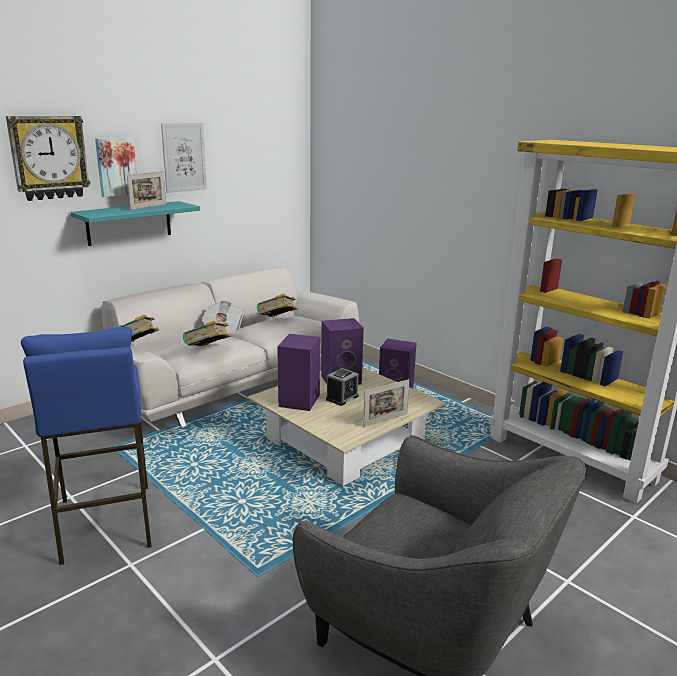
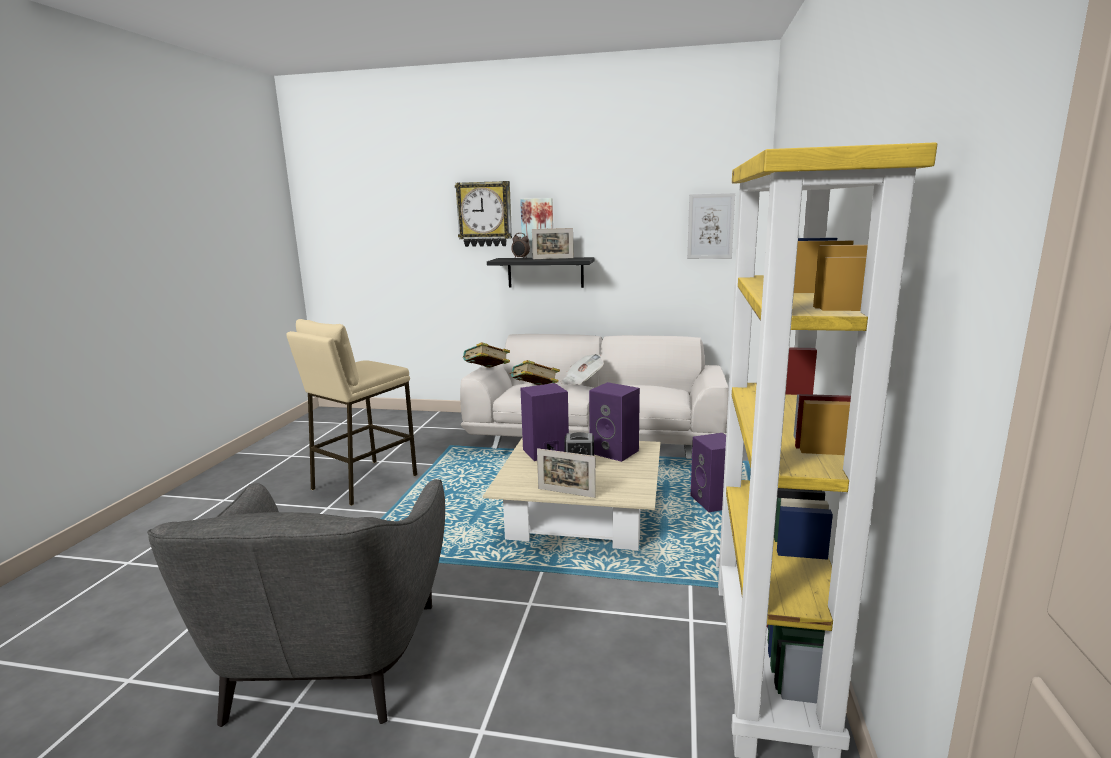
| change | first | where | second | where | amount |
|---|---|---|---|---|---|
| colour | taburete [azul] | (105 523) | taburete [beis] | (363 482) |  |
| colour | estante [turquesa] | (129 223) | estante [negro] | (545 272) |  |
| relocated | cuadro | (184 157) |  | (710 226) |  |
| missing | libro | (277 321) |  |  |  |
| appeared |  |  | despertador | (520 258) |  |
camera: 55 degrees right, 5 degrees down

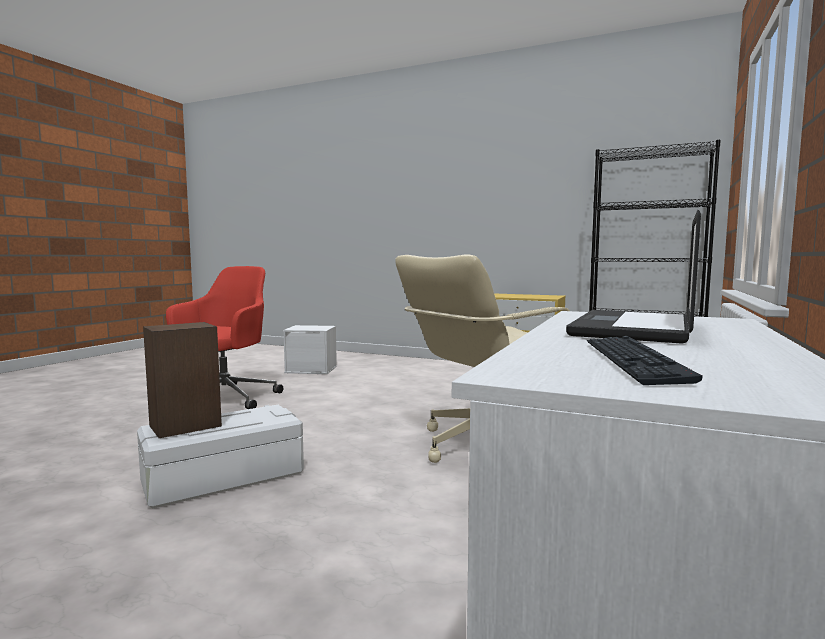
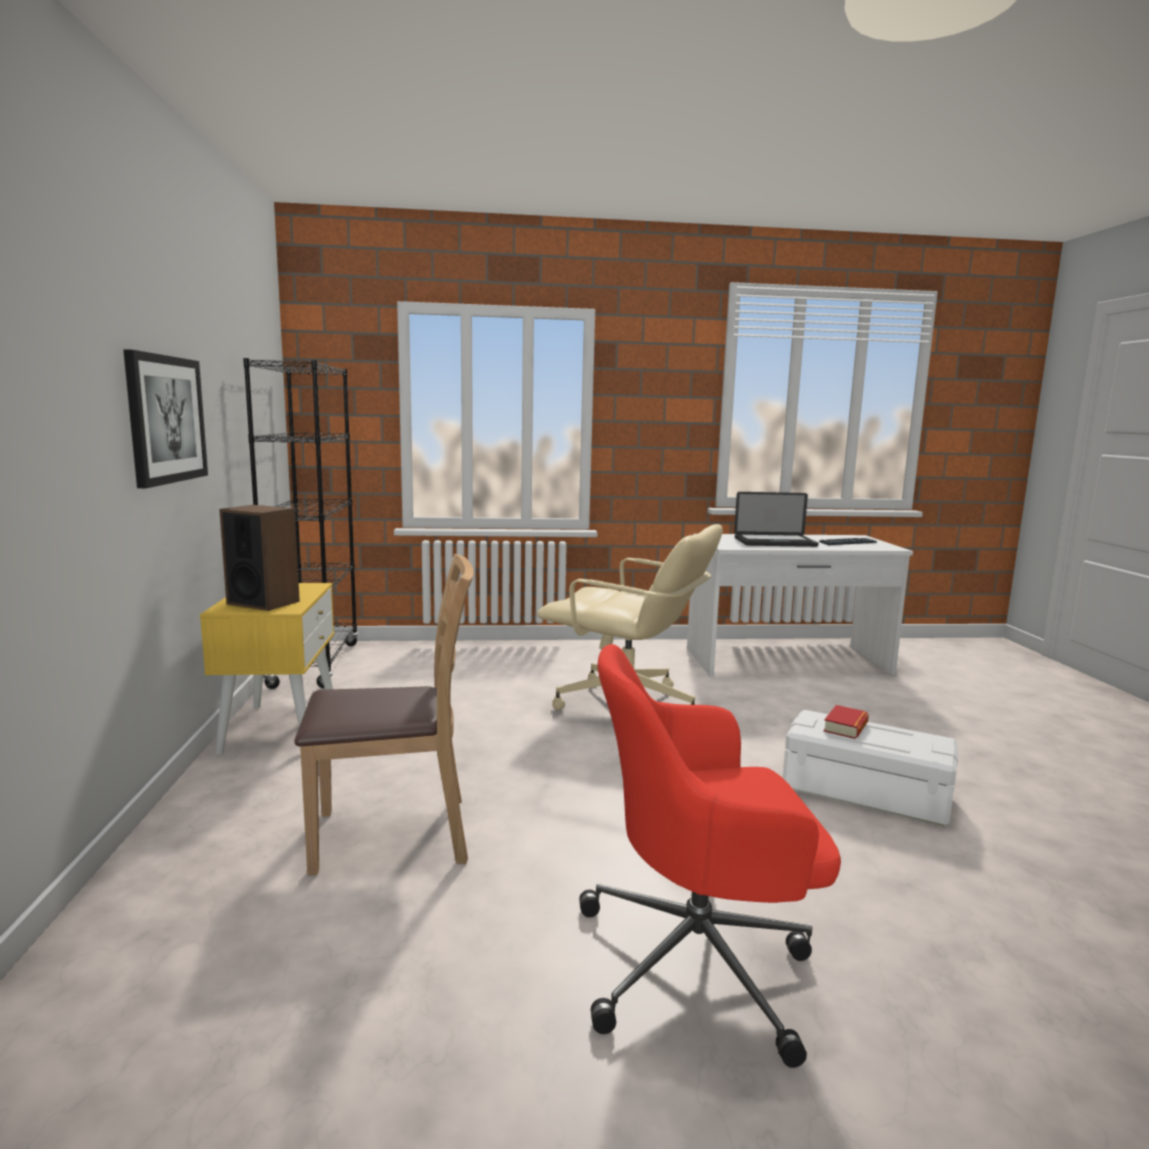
| change | first | where | second | where | amount |
|---|---|---|---|---|---|
| relocated | altavoz | (185 426) |  | (263 602) |  |
| missing | caja de almacenaje [blanco] | (312 369) |  |  |  |
| appeared |  |  | cuadro | (166 419) |  |
| appeared |  |  | silla [marrón] | (394 835) |  |
| appeared |  |  | libro | (845 727) |  |
camera: 120 degrees left, 5 degrees up

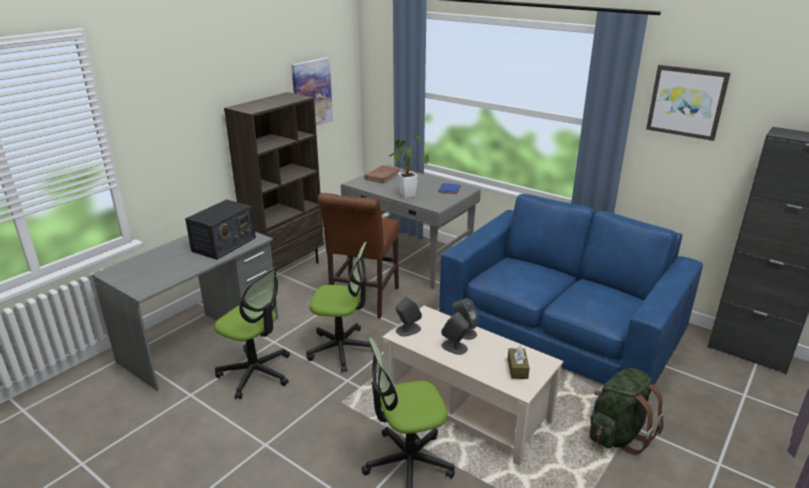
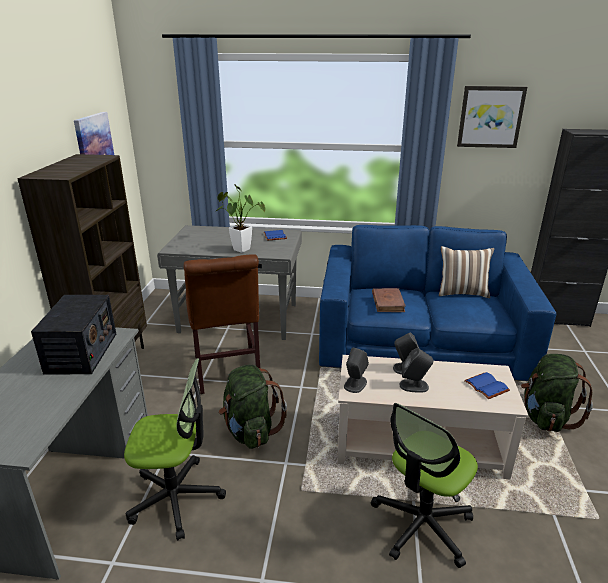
| change | first | where | second | where | amount |
|---|---|---|---|---|---|
| exchanged | silla de oficina | (342 349) | mochila [verde] | (250 431) |  |
| relocated | libro [marrón] | (382 176) |  | (388 302) |  |
| exchanged | caja de pañuelos [marrón] | (517 368) | libro [azul] | (485 386) |  |
| appeared |  |  | cojín | (462 293) |  |
camera: 30 degrees left, 0 degrees up

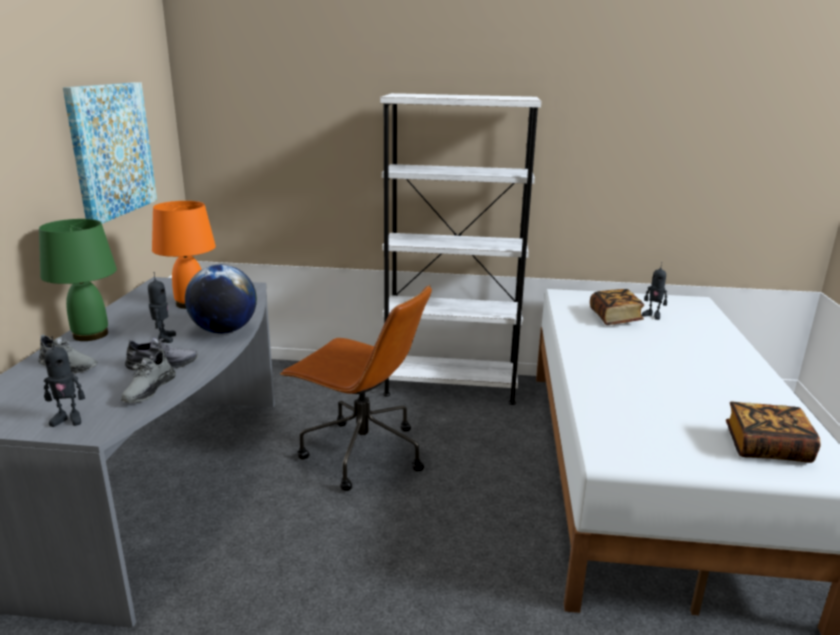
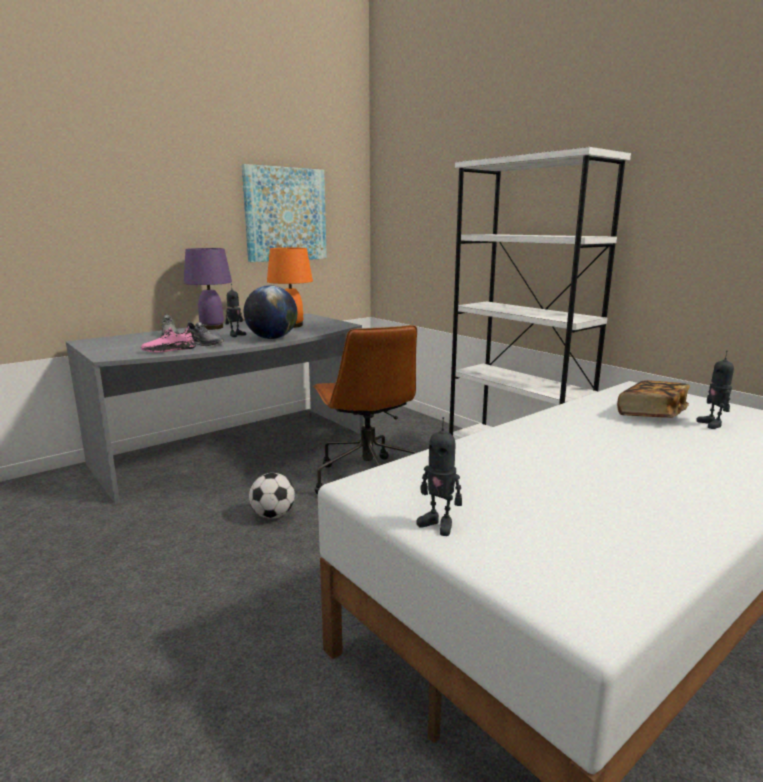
| change | first | where | second | where | amount |
|---|---|---|---|---|---|
| colour | lámpara de mesa [verde] | (91 334) | lámpara de mesa [morado] | (212 327) |  |
| relocated | robot de juguete | (68 419) |  | (438 524) |  |
| colour | zapato [gris] | (148 389) | zapato [rosa] | (169 350) |  |
| missing | libro | (766 447) |  |  |  |
| appeared |  |  | balón de fútbol | (273 515) |  |
camera: 45 degrees right, 5 degrees down

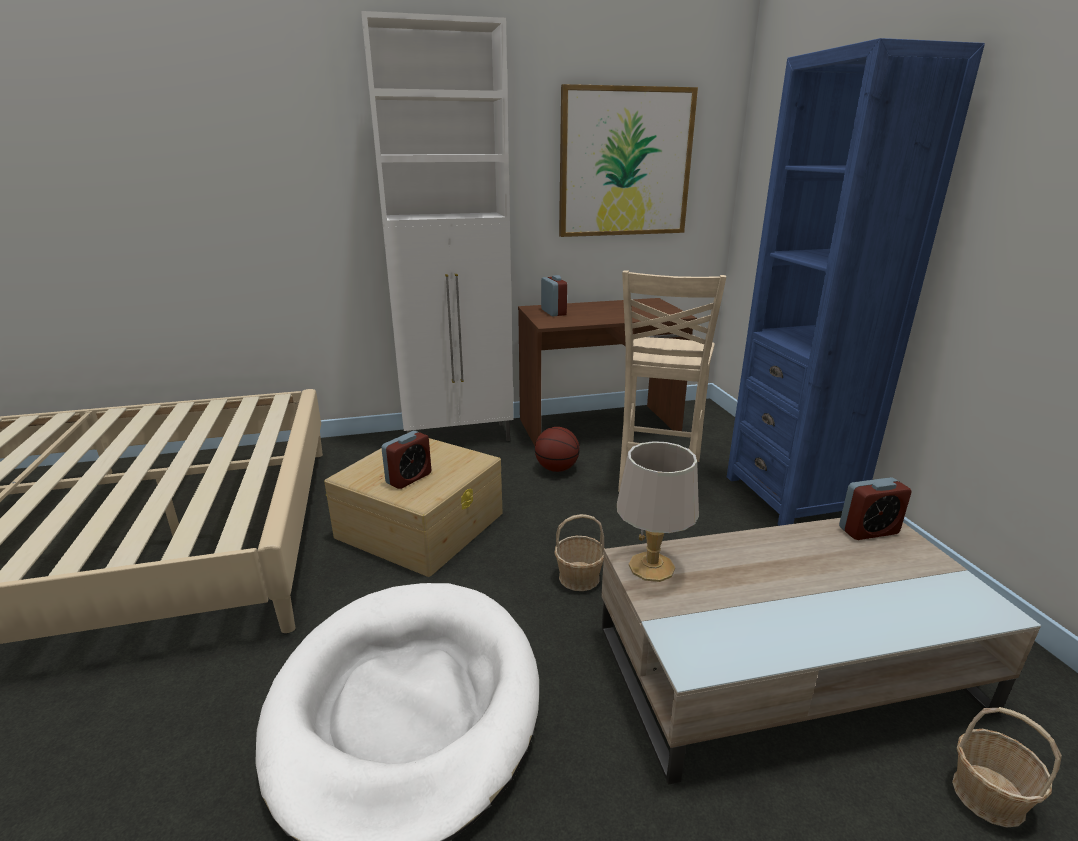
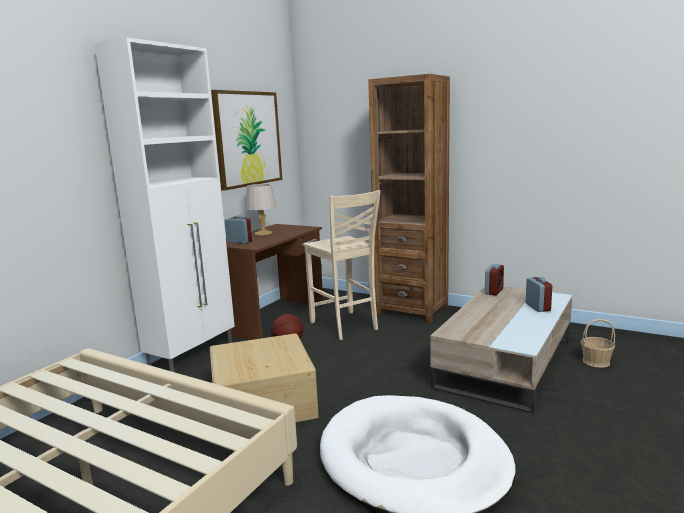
| change | first | where | second | where | amount |
|---|---|---|---|---|---|
| relocated | despertador | (409 478) |  | (537 307) |  |
| missing | cesta | (579 577) |  |  |  |
| relocated | lámpara de mesa [gris] | (652 567) |  | (263 233) |  |
| colour | estantería [azul] | (791 496) | estantería [marrón] | (412 310) |  |
camera: 45 degrees left, 10 degrees down

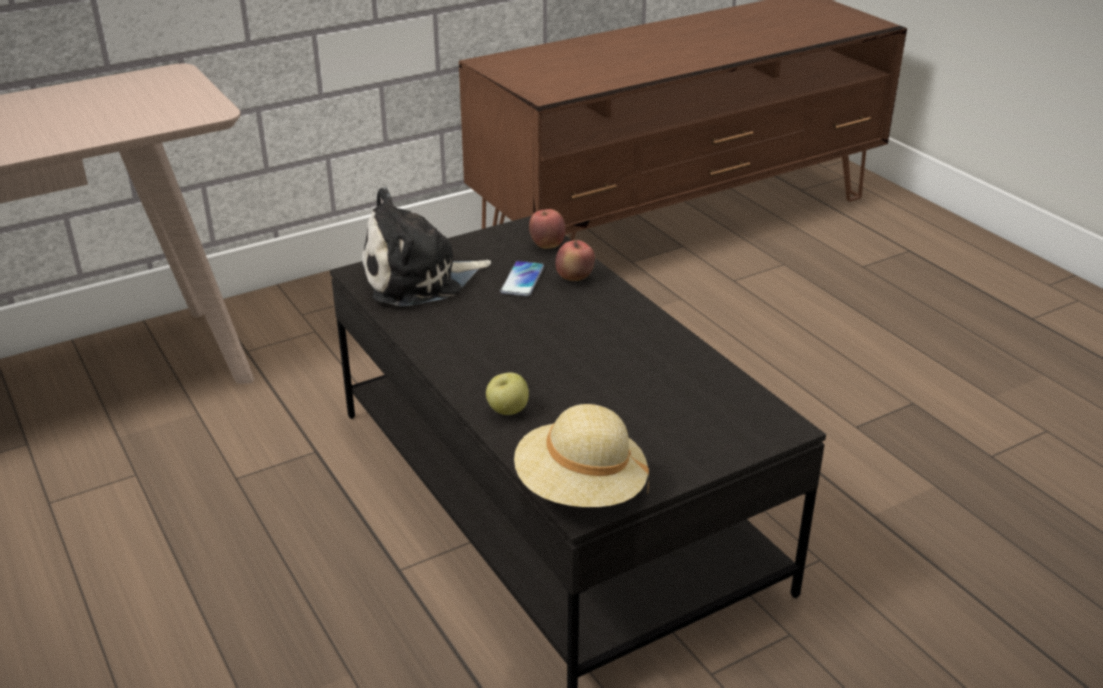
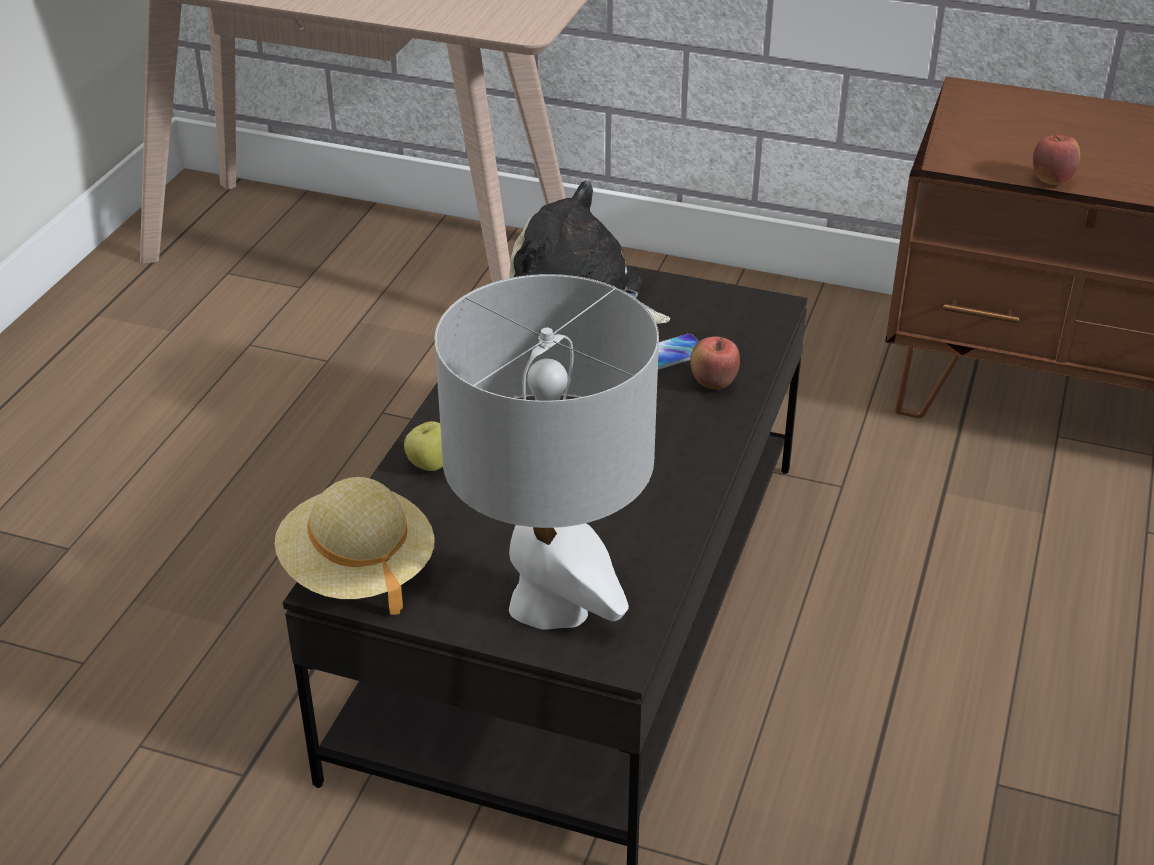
| change | first | where | second | where | amount |
|---|---|---|---|---|---|
| relocated | manzana | (547 245) |  | (1052 181) |  |
| appeared |  |  | lámpara de mesa [gris] | (550 604) |  |
camera: 50 degrees right, 5 degrees up

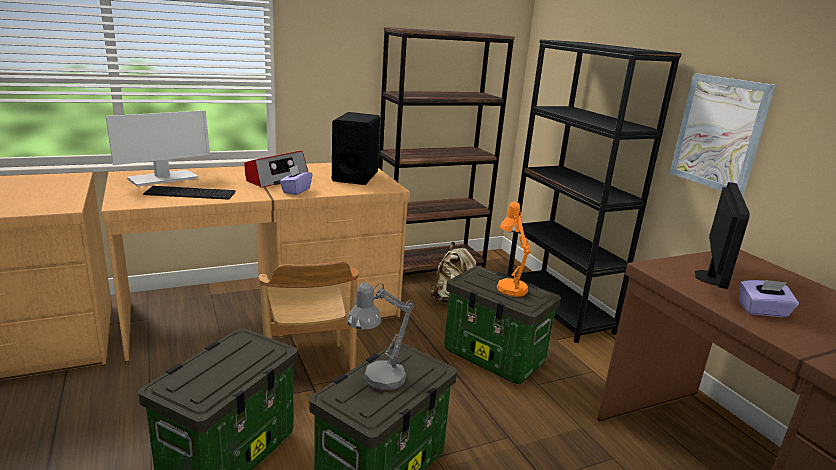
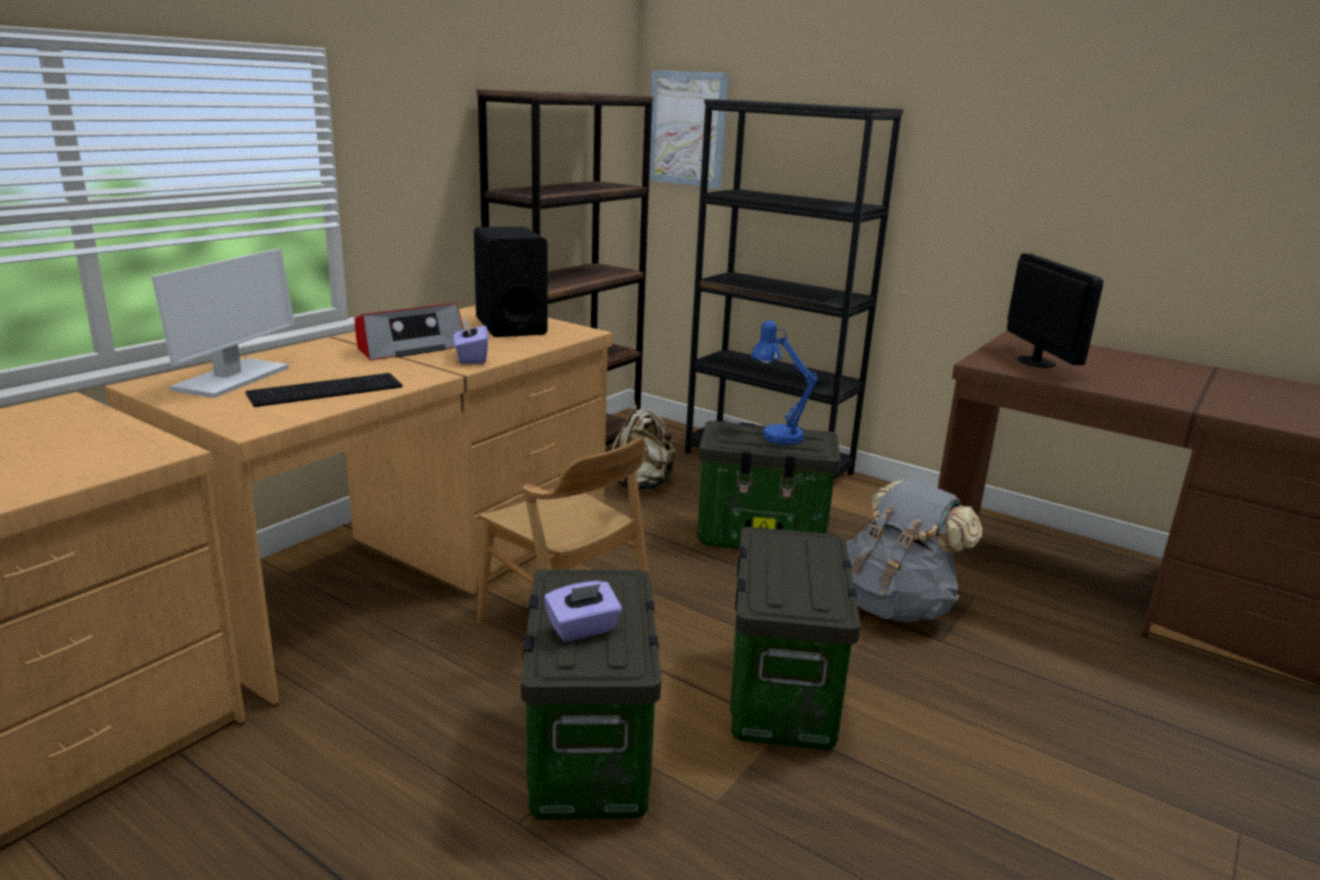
| change | first | where | second | where | amount |
|---|---|---|---|---|---|
| spun | radio | (276 179) |  | (410 348) | 45 degrees clockwise |
| missing | lámpara de mesa [gris] | (378 381) |  |  |  |
| colour | lámpara de mesa [naranja] | (509 286) | lámpara de mesa [azul] | (775 434) |  |
| relocated | cuadro | (718 133) |  | (687 128) |  |
| relocated | caja de pañuelos [morado] | (763 311) |  | (583 629) |  |
| appeared |  |  | mochila [gris] | (896 606) |  |
camera: 30 degrees left, 0 degrees up

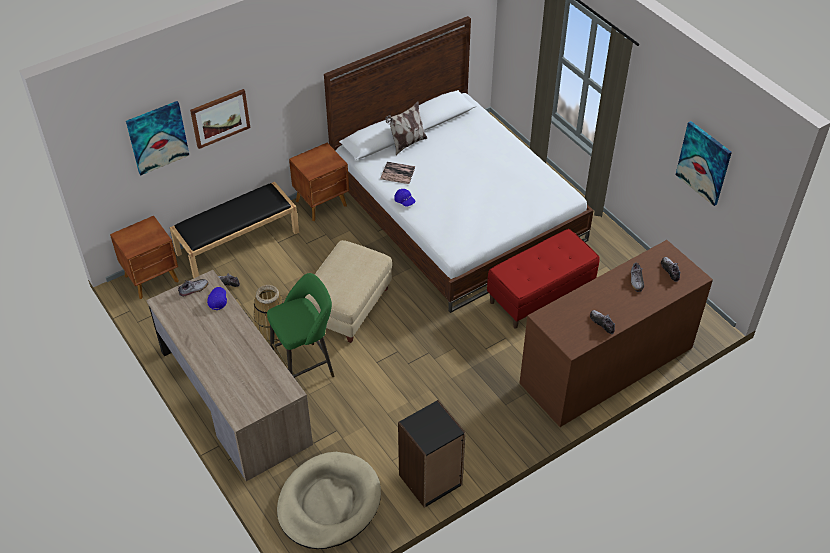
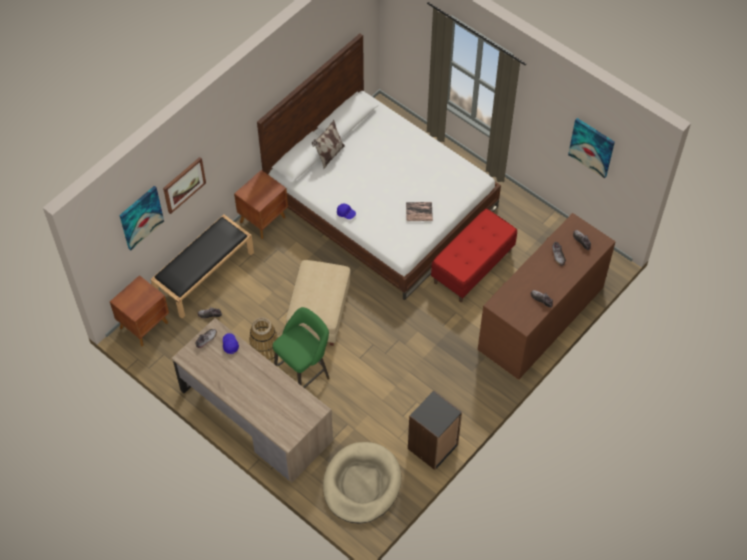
| change | first | where | second | where | amount |
|---|---|---|---|---|---|
| relocated | libro | (397 173) |  | (419 212) |  |
camera: 15 degrees left, 10 degrees up

